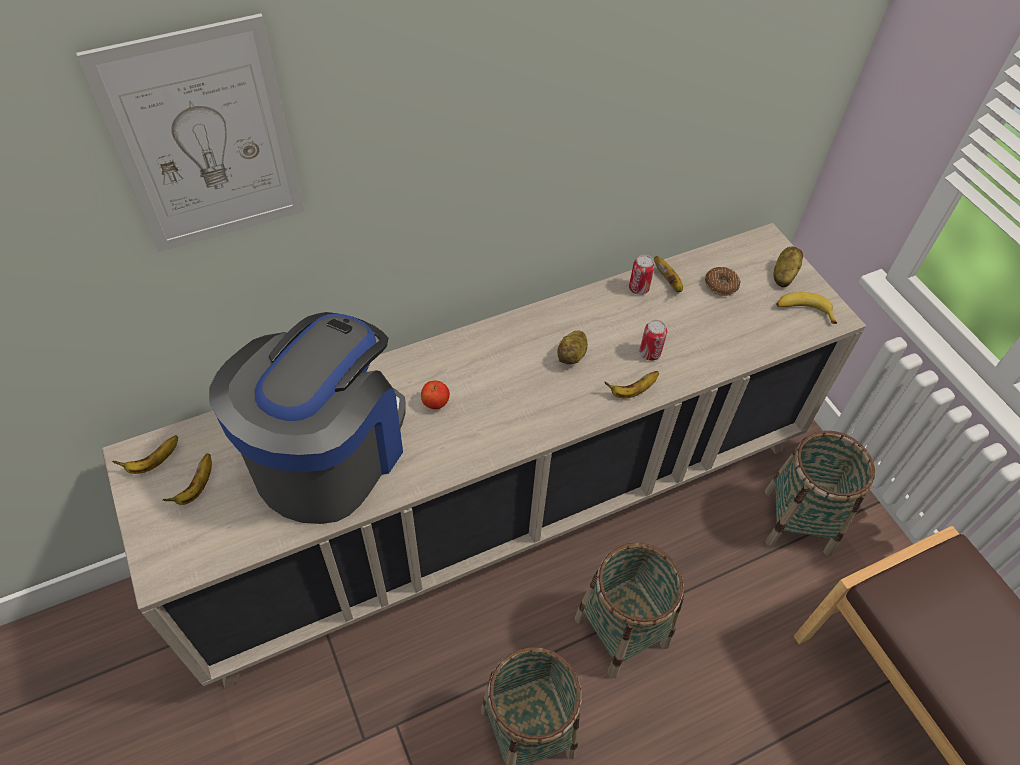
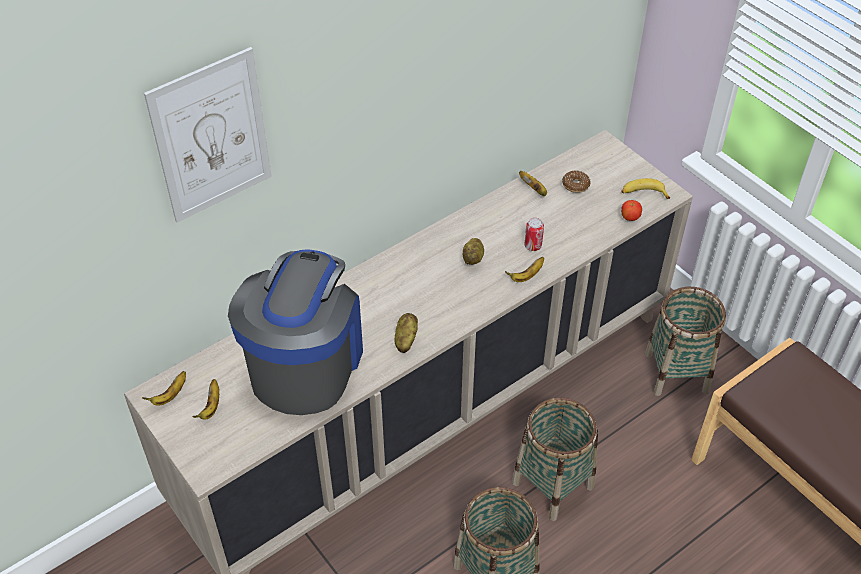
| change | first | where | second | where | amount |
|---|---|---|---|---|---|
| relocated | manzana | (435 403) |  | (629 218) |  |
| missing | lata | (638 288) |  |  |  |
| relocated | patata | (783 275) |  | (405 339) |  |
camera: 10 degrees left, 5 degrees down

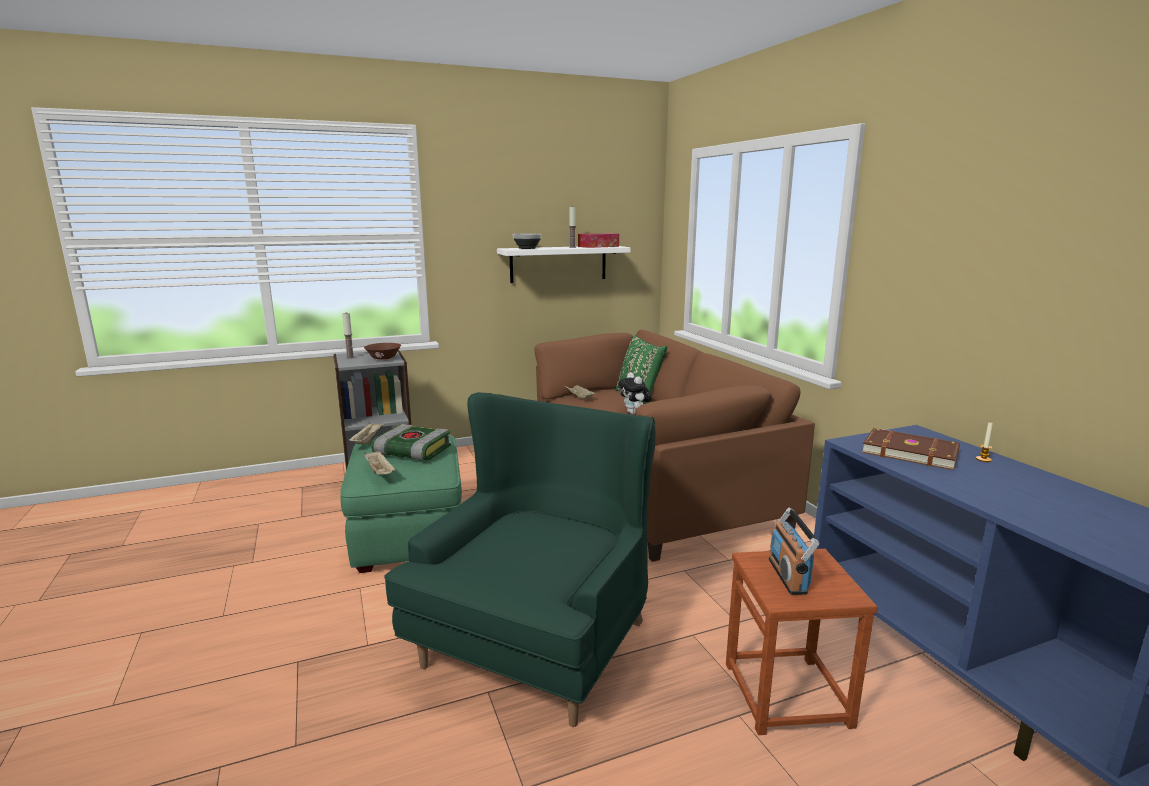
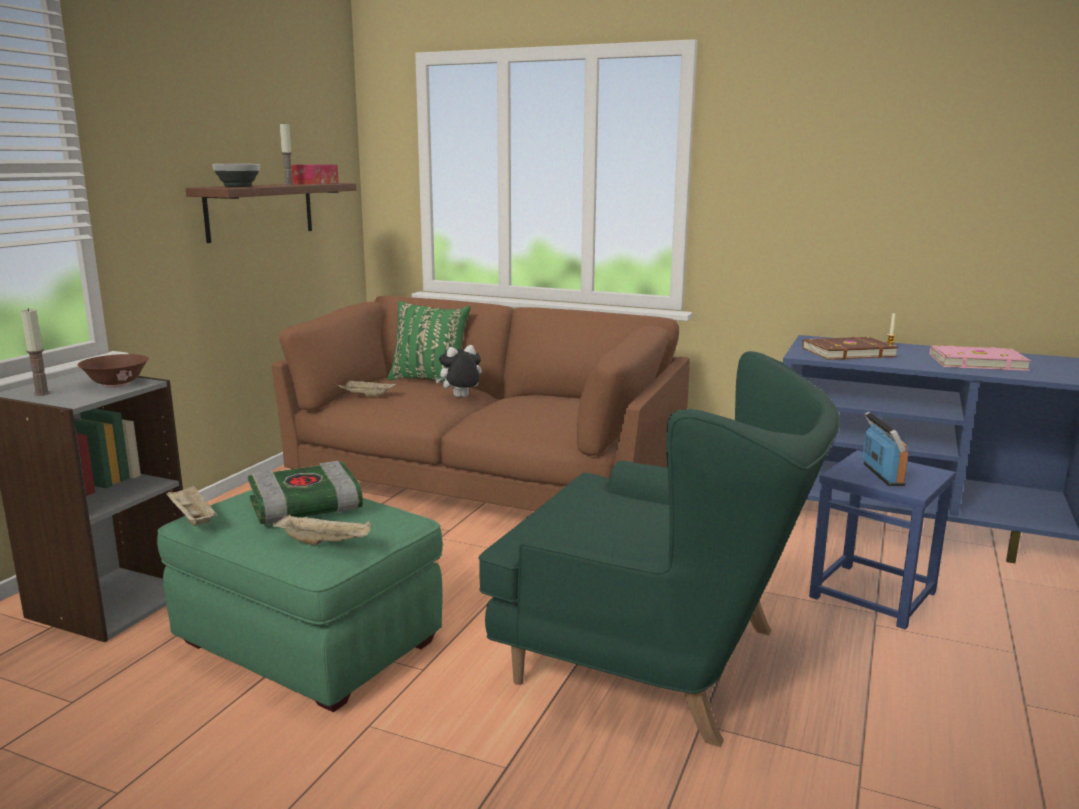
| change | first | where | second | where | amount |
|---|---|---|---|---|---|
| spun | sillón [verde] | (540 639) |  | (656 658) | 135 degrees clockwise |
| colour | estante [blanco] | (558 264) | estante [marrón] | (260 210) |  |
| spun | peluche | (634 413) |  | (460 397) | 135 degrees clockwise |
| colour | taburete [marrón] | (787 694) | taburete [azul] | (873 594) |  |
| spun | radio | (788 576) |  | (882 475) | 135 degrees counterclockwise |
| appeared |  |  | libro [rosa] | (976 362) |  |
camera: 45 degrees left, 0 degrees up

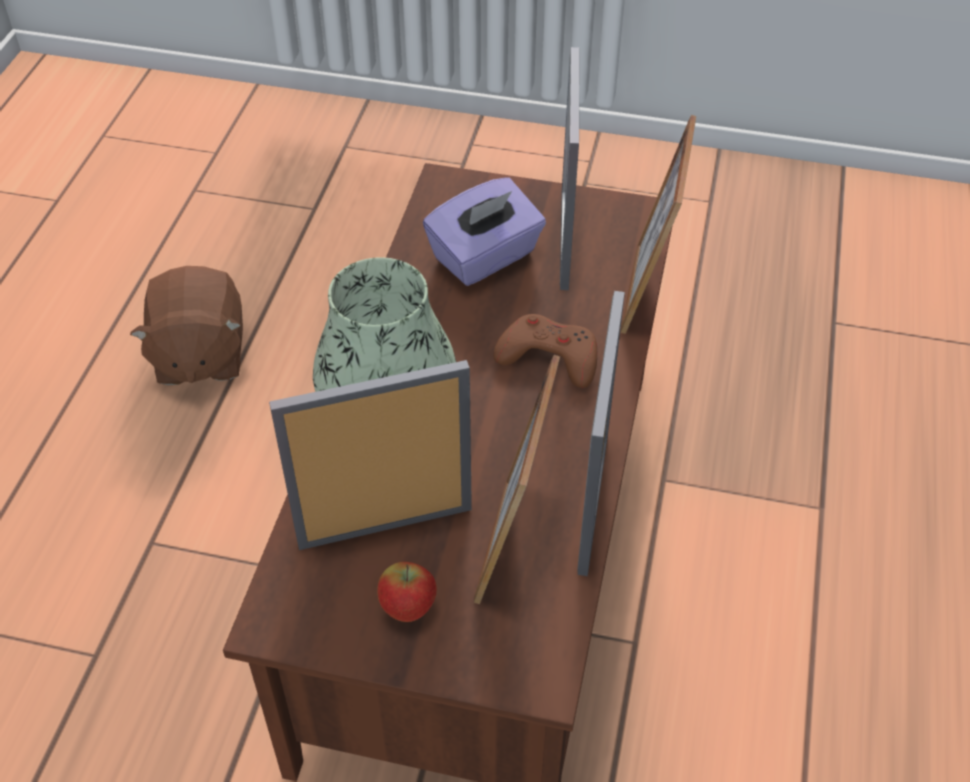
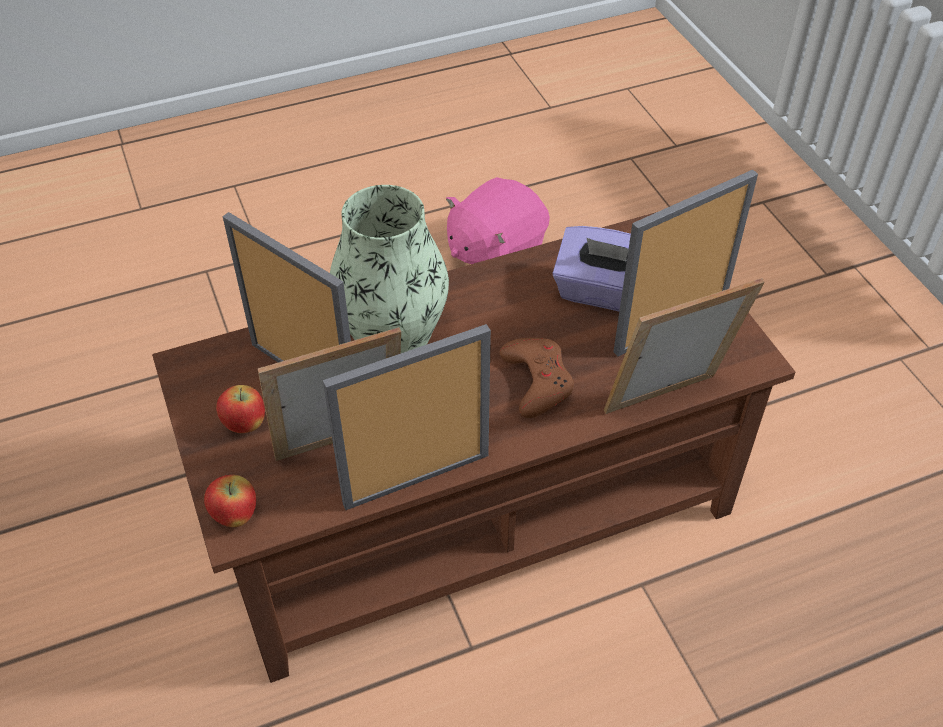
| change | first | where | second | where | amount |
|---|---|---|---|---|---|
| colour | peluche [marrón] | (199 355) | peluche [rosa] | (495 252) |  |
| appeared |  |  | manzana | (235 516) |  |
camera: 55 degrees right, 0 degrees up

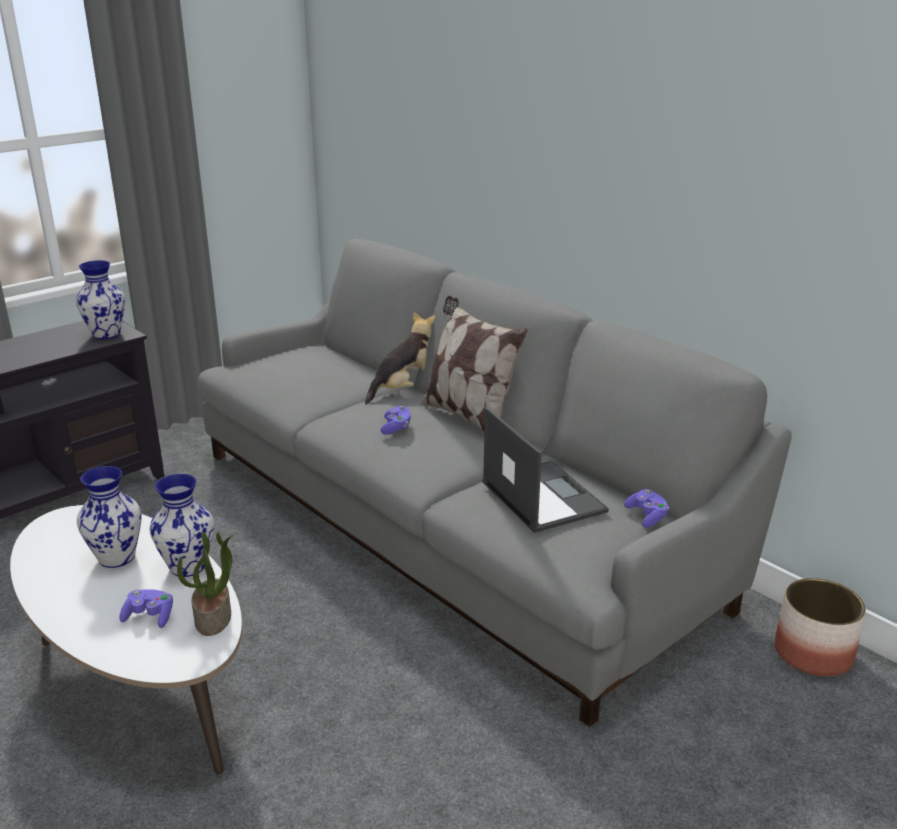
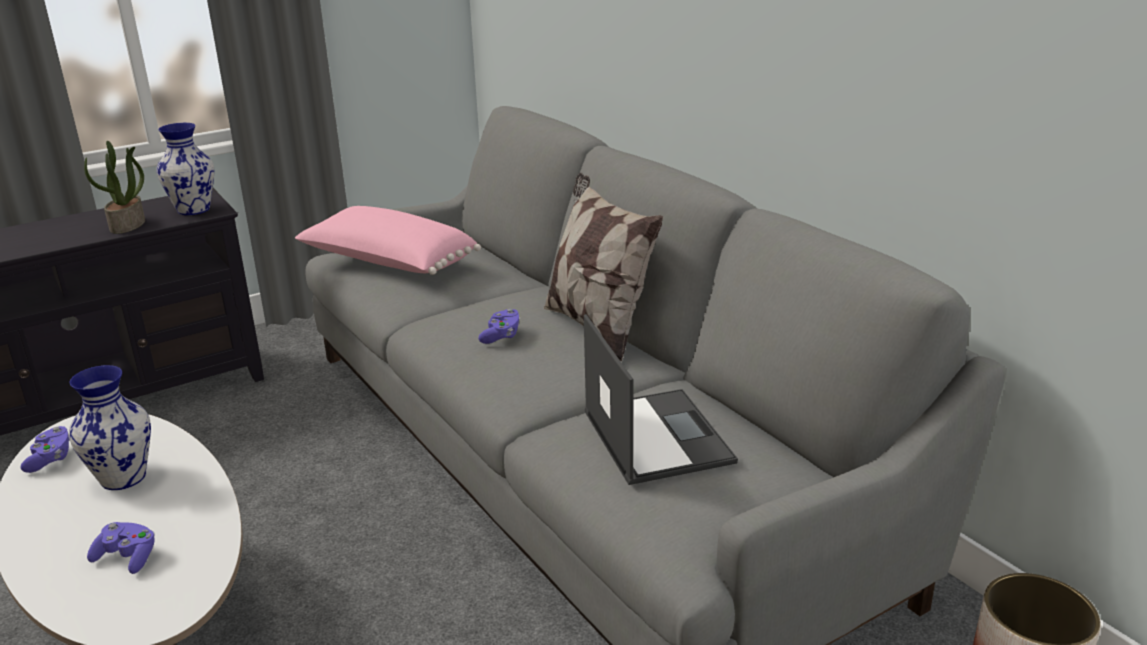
| change | first | where | second | where | amount |
|---|---|---|---|---|---|
| missing | florero | (189 566) |  |  |  |
| relocated | planta en maceta | (214 618) |  | (128 225) |  |
| missing | peluche | (404 389) |  |  |  |
| relocated | mando de consola [morado] | (647 516) |  | (50 459) |  |
| appeared |  |  | cojín [rosa] | (388 263) |  |
camera: 10 degrees right, 0 degrees up

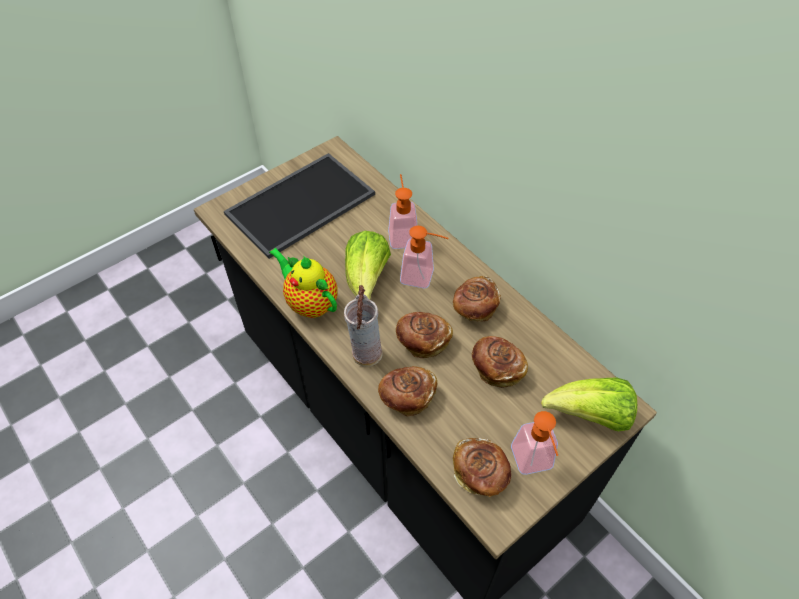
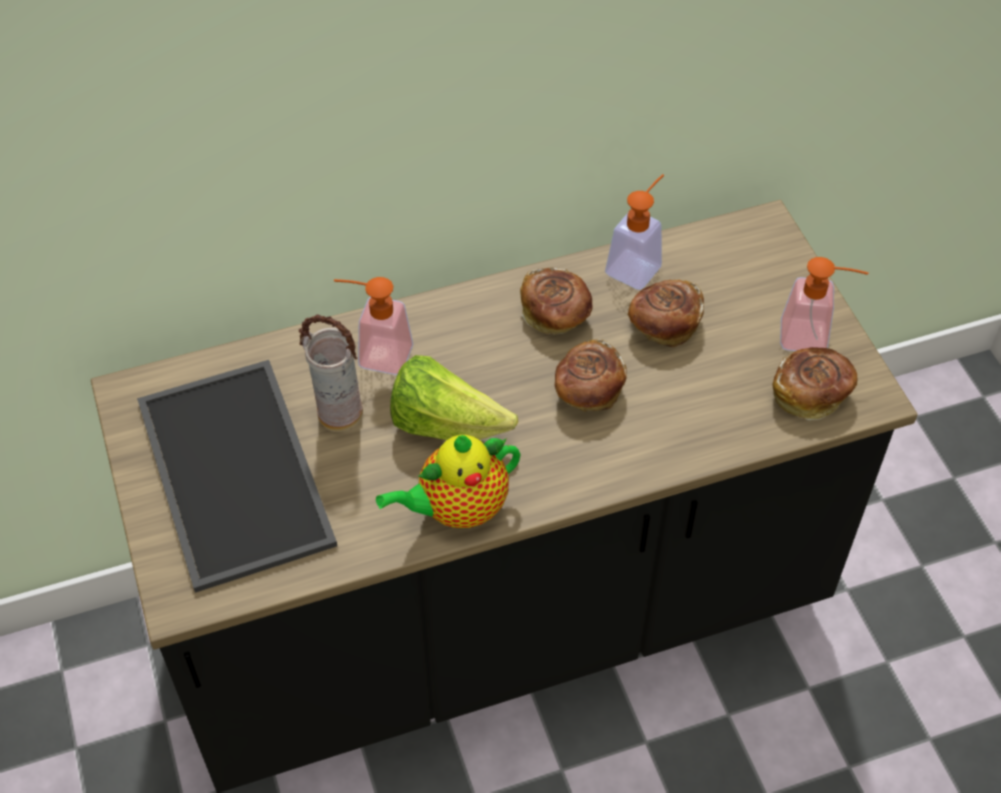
| change | first | where | second | where | amount |
|---|---|---|---|---|---|
| relocated | florero | (365 354) |  | (339 416) |  |
| missing | pan | (407 397) |  |  |  |
| relocated | dispensador de jabón | (423 278) |  | (638 264) |  |
| missing | lechuga | (590 416) |  |  |  |
camera: 70 degrees left, 0 degrees up

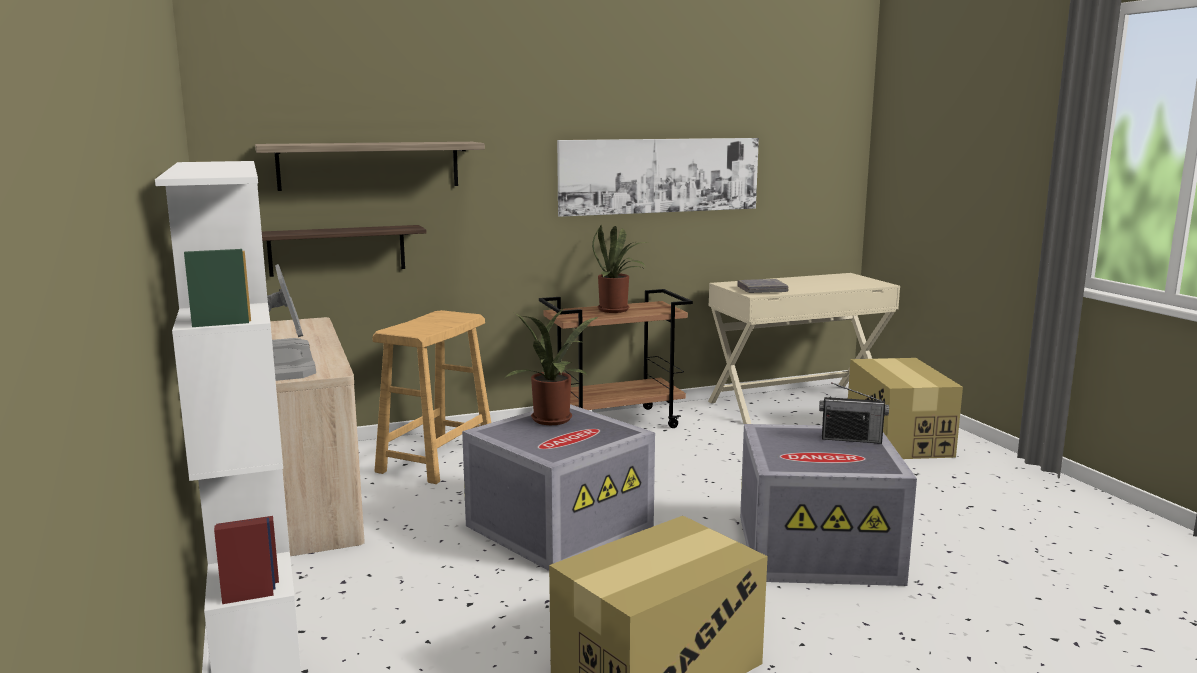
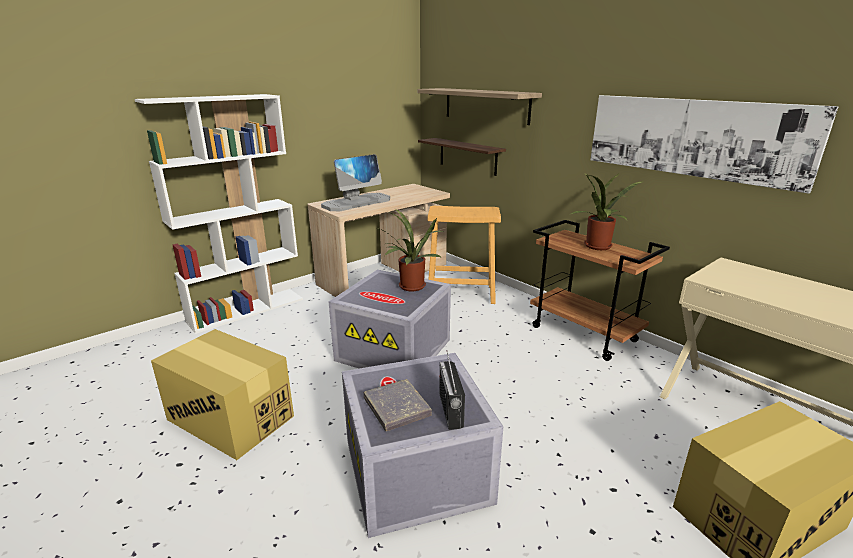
| change | first | where | second | where | amount |
|---|---|---|---|---|---|
| relocated | libro [gris] | (762 290) |  | (396 408) |  |
camera: 70 degrees right, 10 degrees up

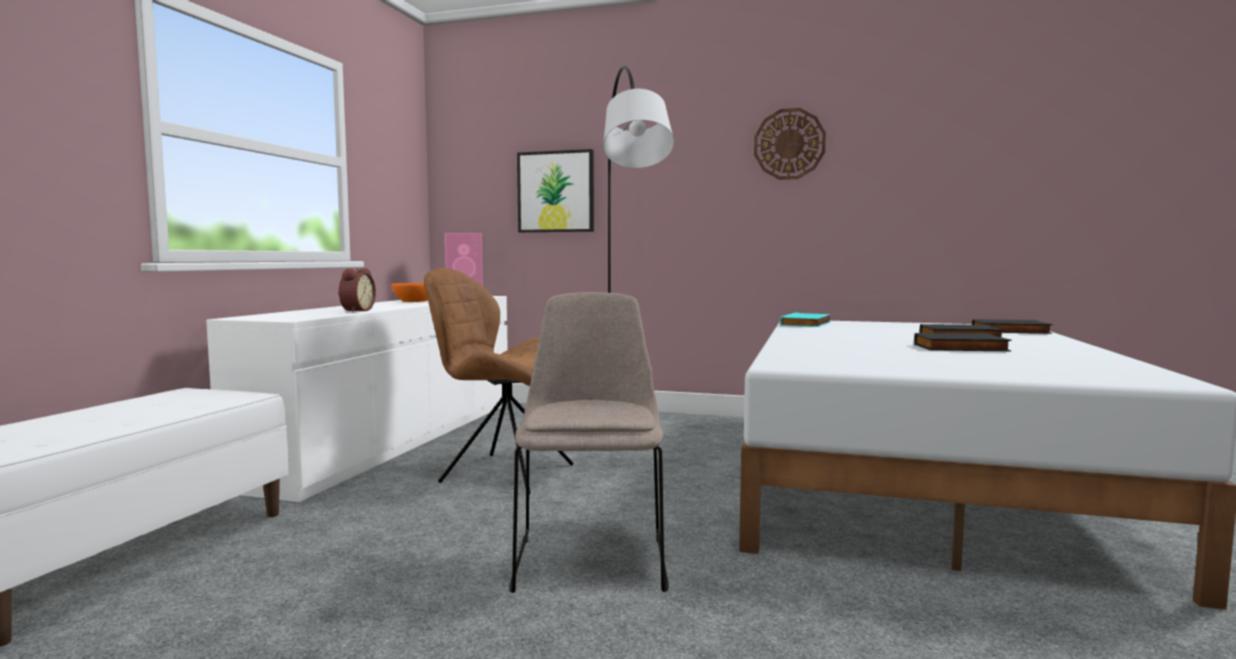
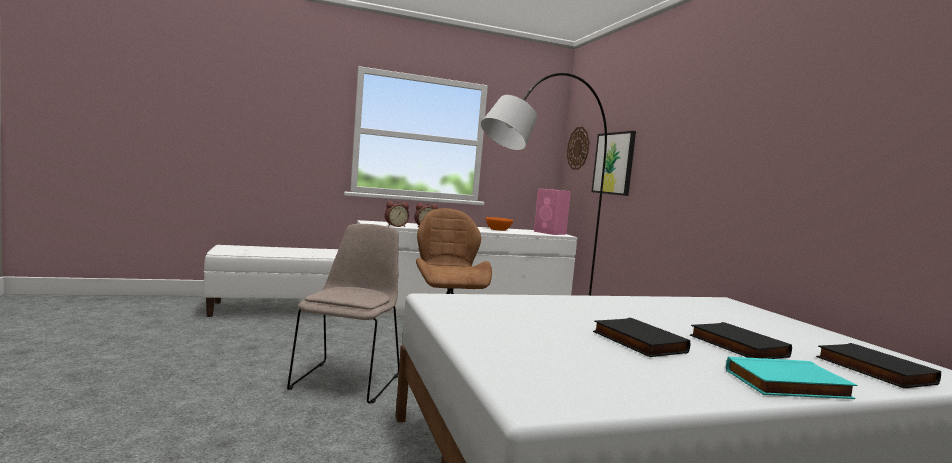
| change | first | where | second | where | amount |
|---|---|---|---|---|---|
| spun | silla [beis] | (591 558) |  | (347 380) | 45 degrees counterclockwise |
| relocated | reloj de pared | (789 144) |  | (578 148) |  |
| relocated | libro [turquesa] | (807 324) |  | (787 385) |  |
| appeared |  |  | despertador | (395 226) |  |
camera: 55 degrees right, 0 degrees up

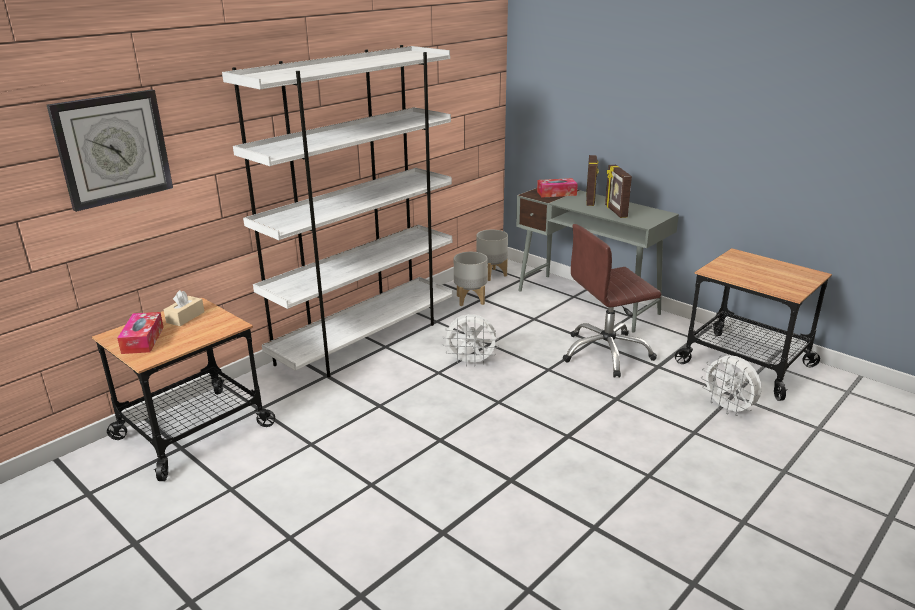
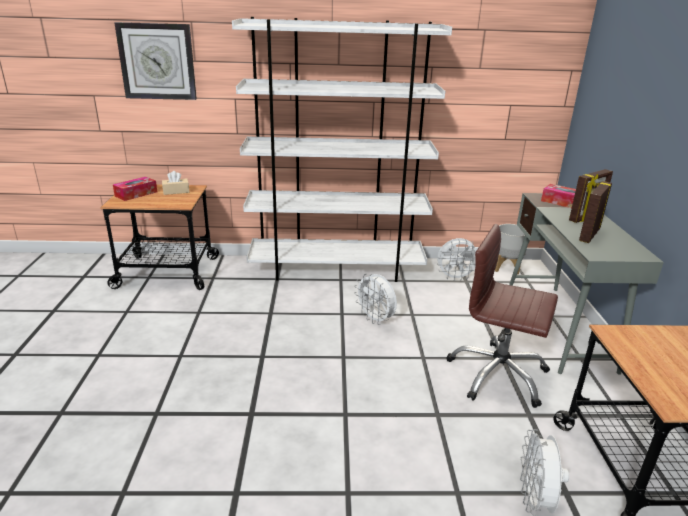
| change | first | where | second | where | amount |
|---|---|---|---|---|---|
| exchanged | maceta [gris] | (470 300) | ventilador [blanco] | (455 277) |  |
camera: 45 degrees right, 0 degrees up

